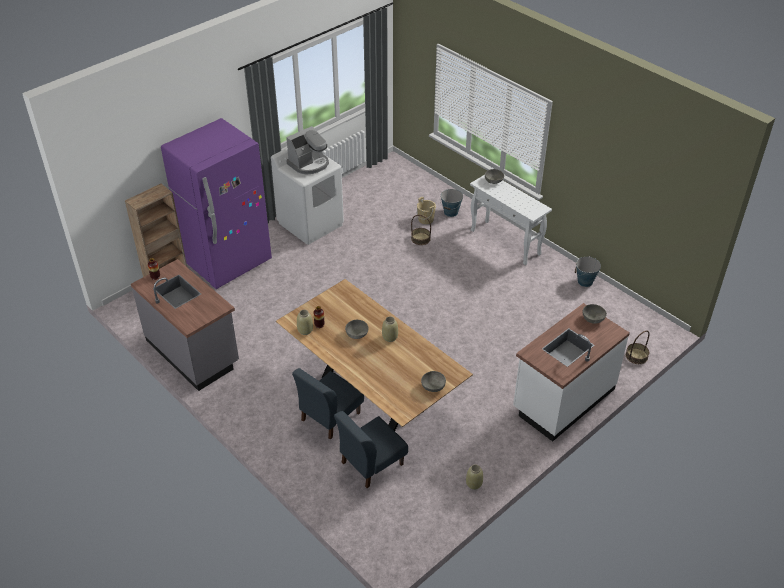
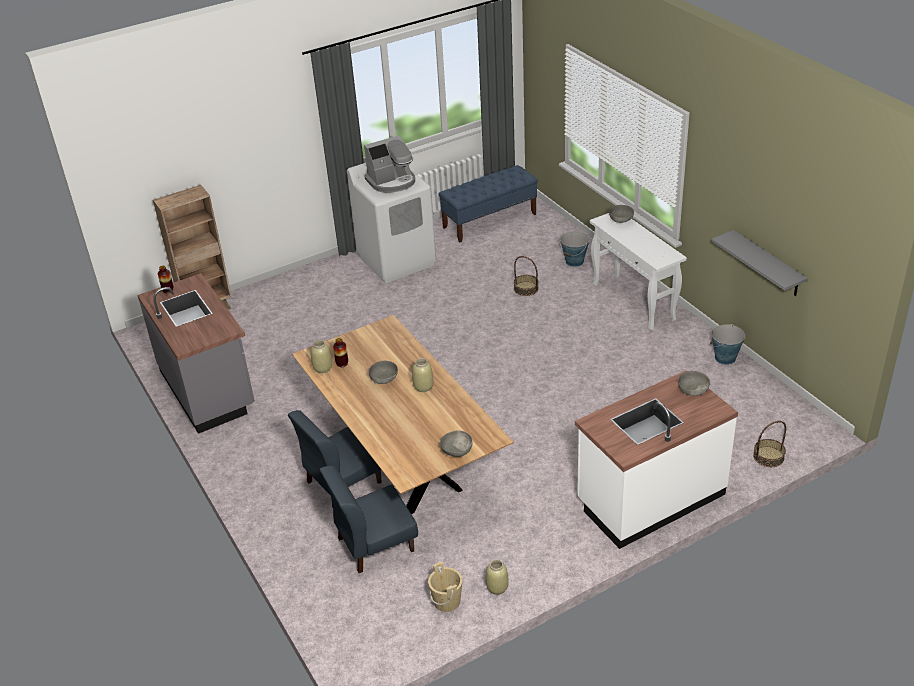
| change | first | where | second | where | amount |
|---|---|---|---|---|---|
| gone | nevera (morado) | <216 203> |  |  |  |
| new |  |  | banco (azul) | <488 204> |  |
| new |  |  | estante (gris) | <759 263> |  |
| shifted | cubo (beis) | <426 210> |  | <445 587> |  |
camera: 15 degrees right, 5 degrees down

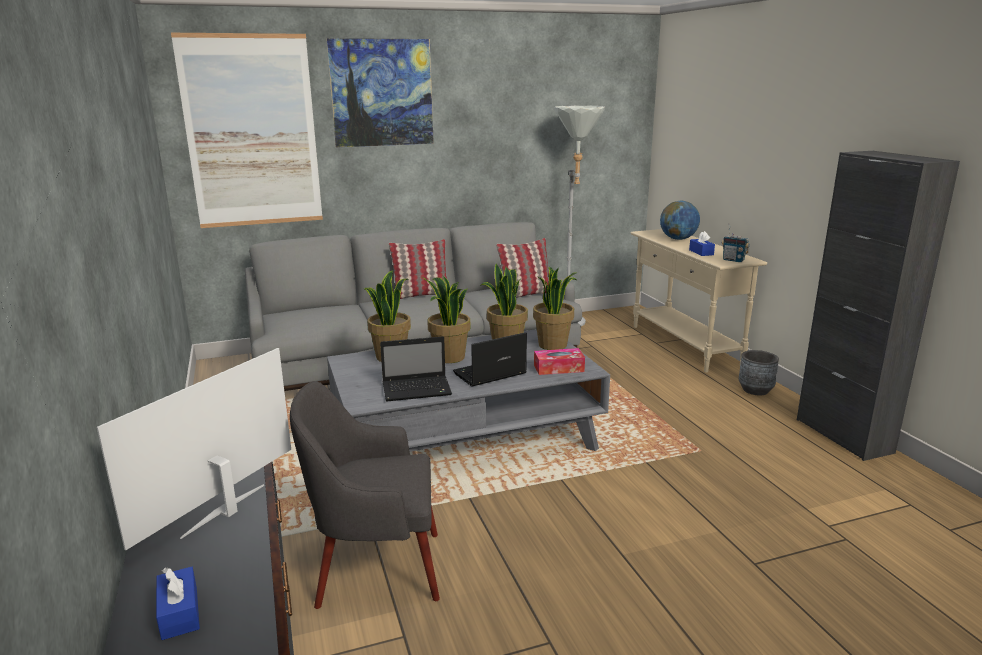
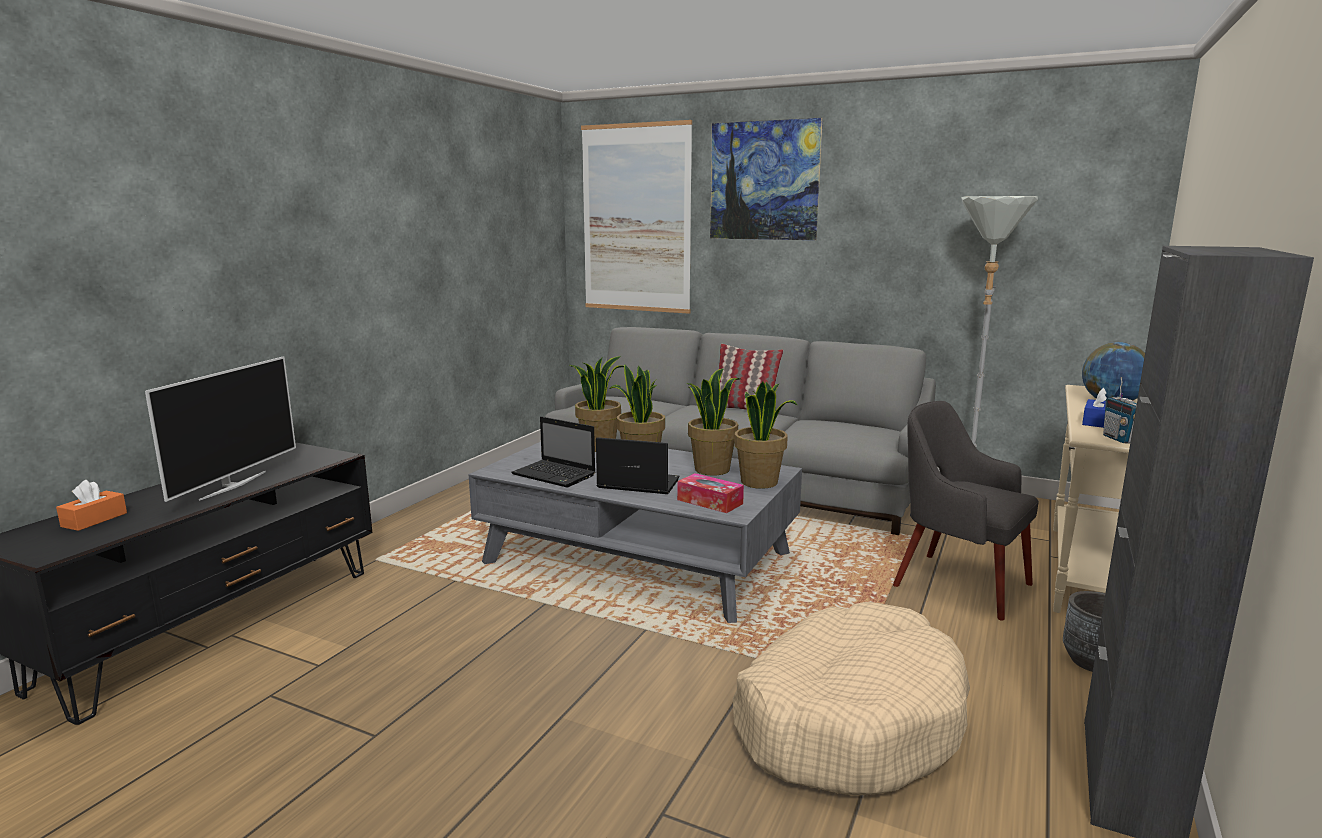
| change | first | where | second | where | amount |
|---|---|---|---|---|---|
| gone | cojín | <522 268> |  |  |  |
| new |  |  | cama para perro (beis) | <851 699> |  |
| shifted | sillón (gris) | <365 495> |  | <966 511> |  |
| repainted | caja de pañuelos (azul) | <178 603> | caja de pañuelos (naranja) | <91 505> |  |
| rotated | televisor | <194 449> |  | <220 429> | 120 degrees clockwise |
camera: 45 degrees right, 5 degrees down

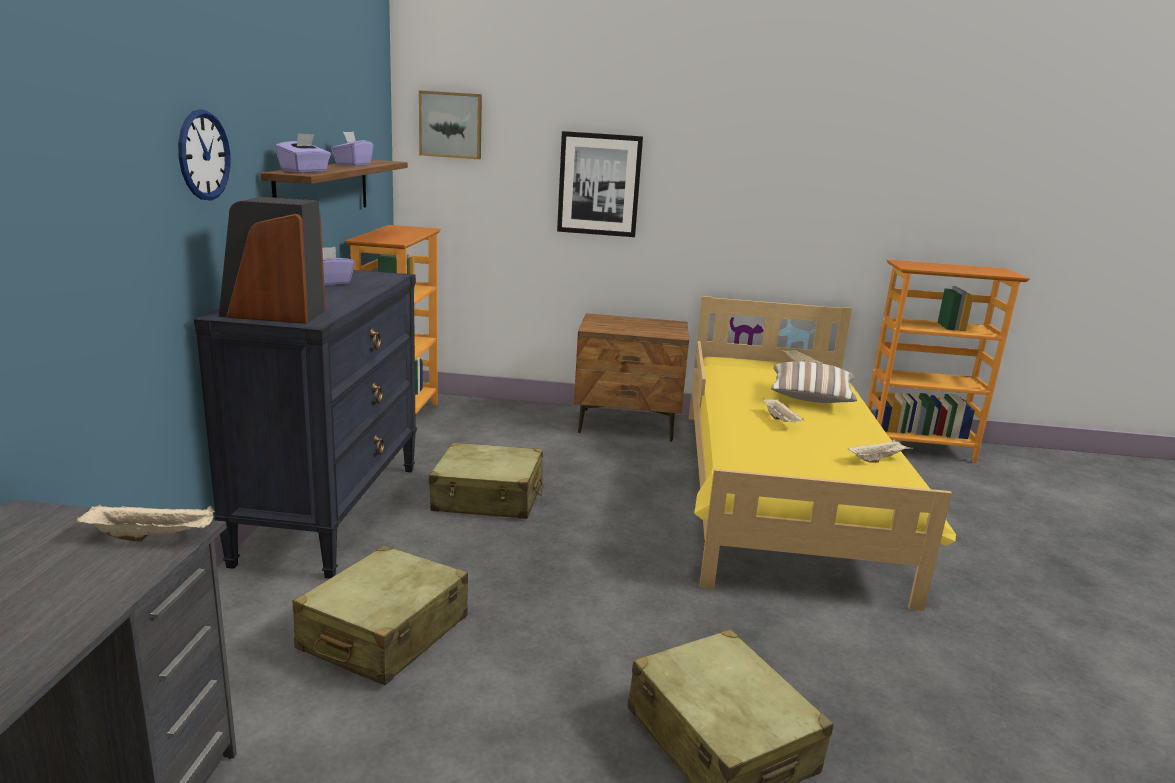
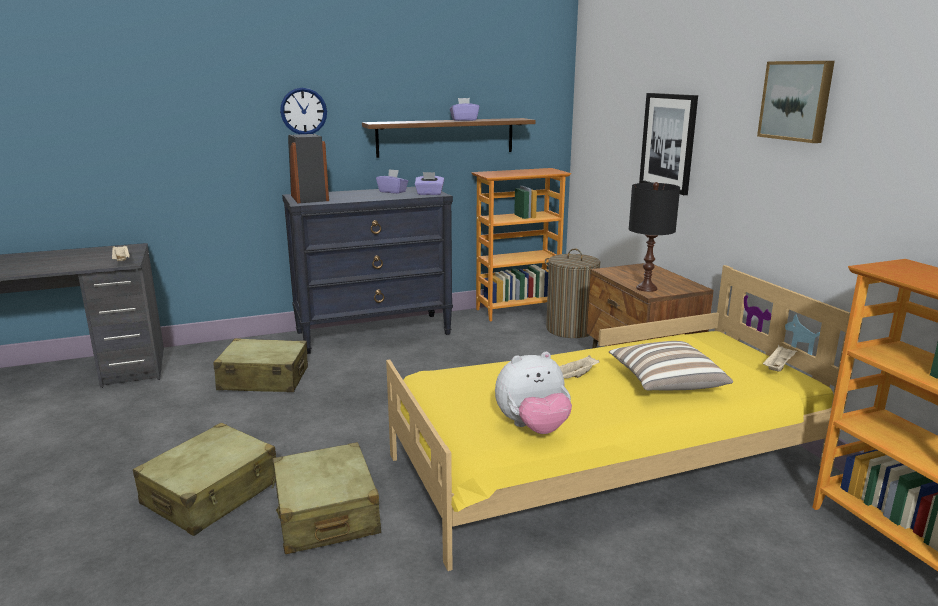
| change | first | where | second | where | amount |
|---|---|---|---|---|---|
| new |  |  | cesto de la ropa | <572 293> |  |
| new |  |  | lámpara de mesa (negro) | <654 237> |  |
| shifted | caja de pañuelos (morado) | <303 153> |  | <429 183> |  |
| shifted | cuadro | <450 124> |  | <796 102> |  |
| shifted | maleta (beis) | <486 481> |  | <326 498> |  |
| swapped | bandeja (beis) | <880 451> | peluche | <533 393> |  |
camera: 65 degrees right, 0 degrees up

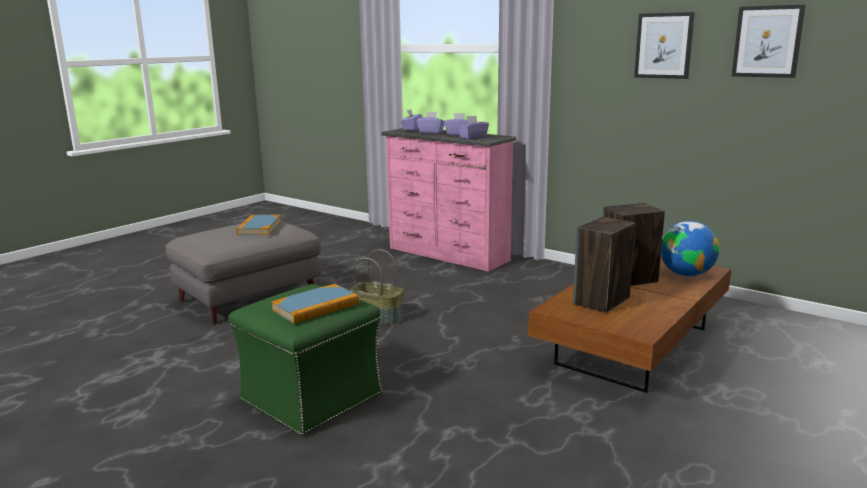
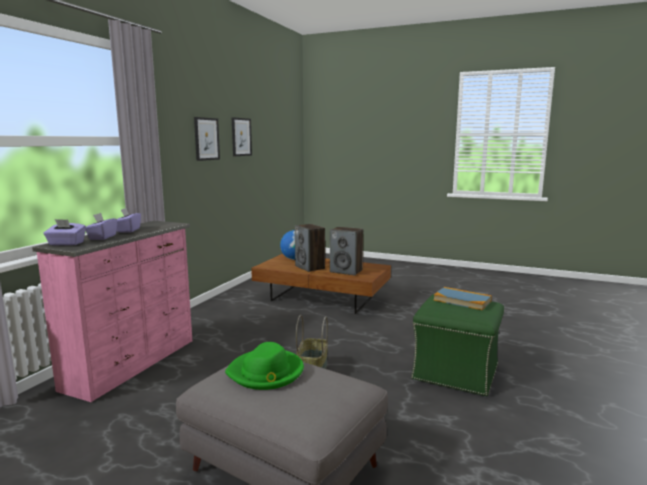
| change | first | where | second | where | amount |
|---|---|---|---|---|---|
| gone | caja de pañuelos (morado) | <473 127> |  |  |  |
| swapped | libro | <258 225> | sombrero (verde) | <264 366> |  |
camera: 105 degrees left, 5 degrees down

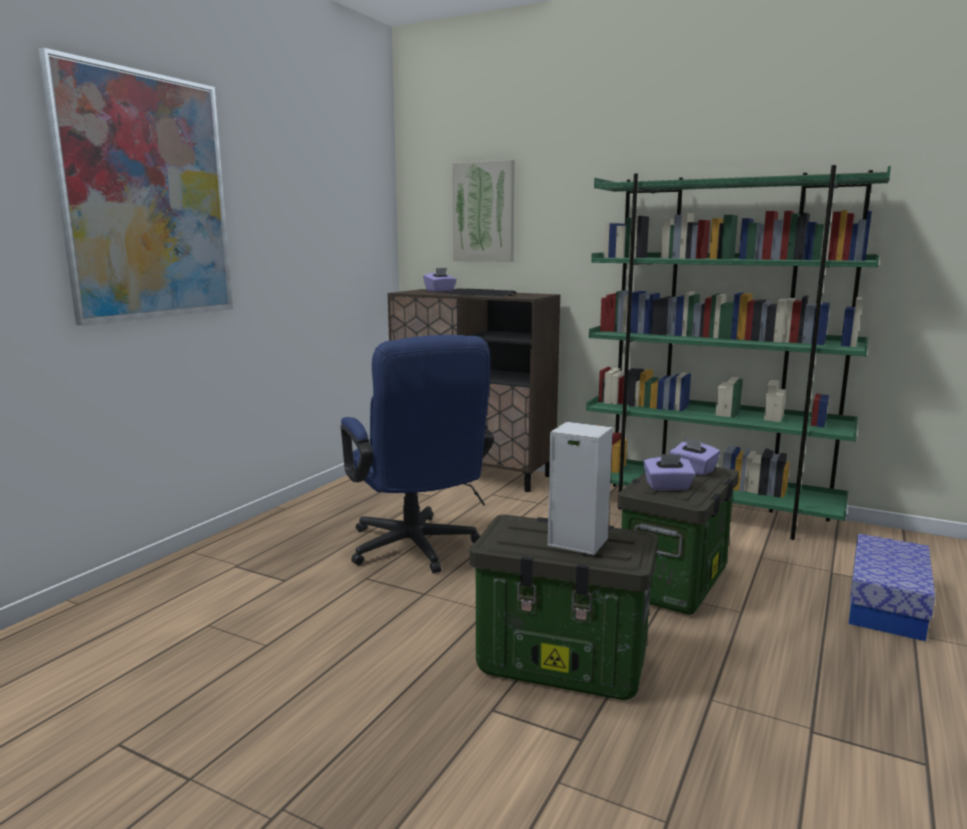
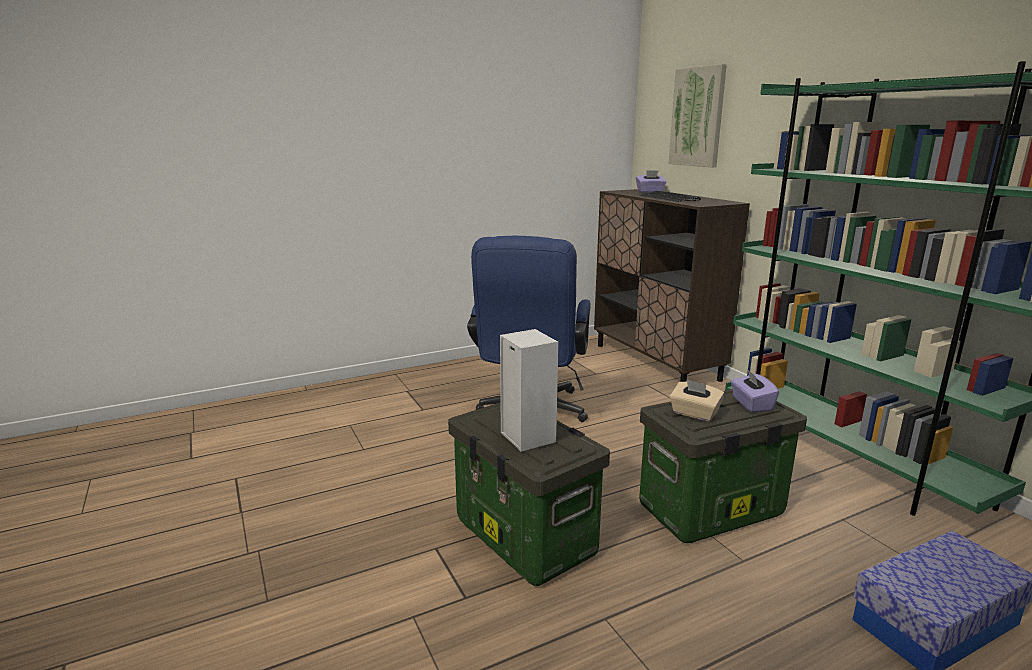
| change | first | where | second | where | amount |
|---|---|---|---|---|---|
| gone | cuadro | <136 186> |  |  |  |
| repainted | caja de pañuelos (morado) | <669 472> | caja de pañuelos (beis) | <697 400> |  |
camera: 35 degrees right, 5 degrees up

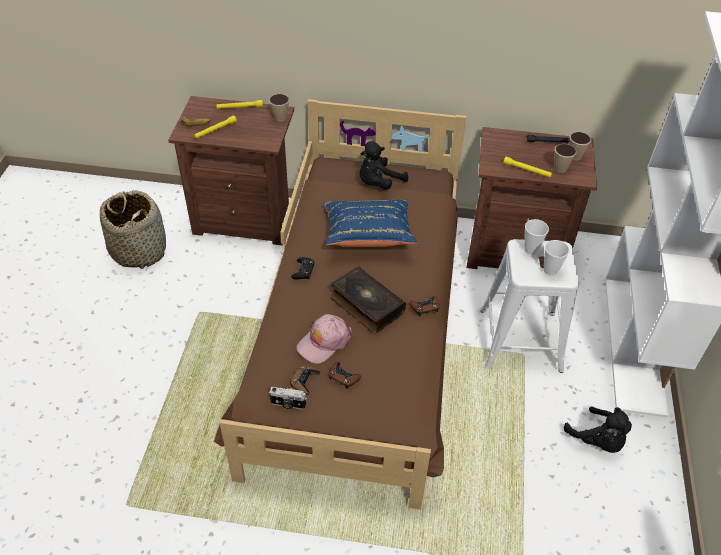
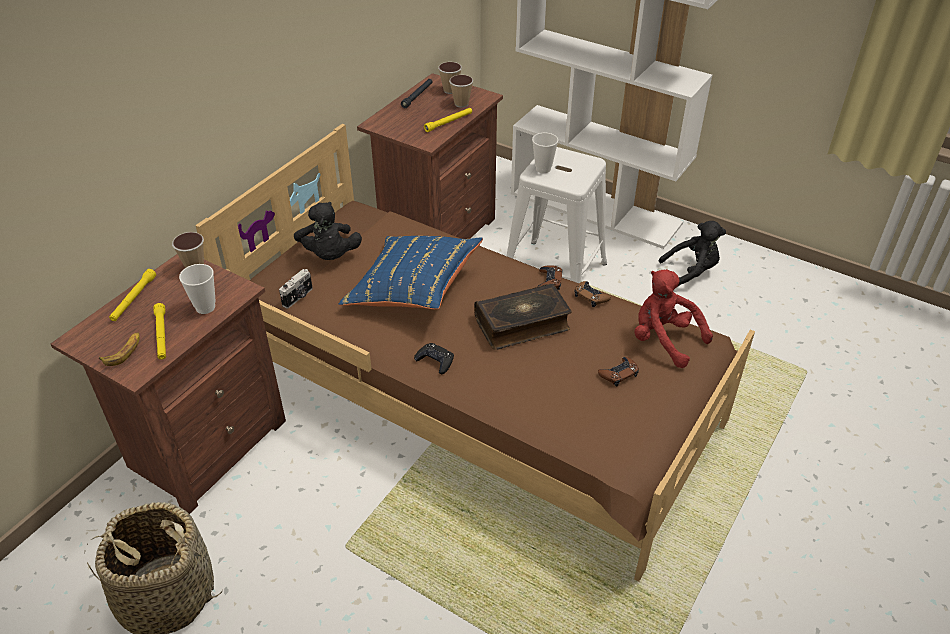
| change | first | where | second | where | amount |
|---|---|---|---|---|---|
| gone | gorra (rosa) | <324 339> |  |  |  |
| new |  |  | peluche (rojo) | <673 318> |  |
| shifted | cámara | <288 398> |  | <296 289> |  |
| shifted | mando de consola (marrón) | <305 380> |  | <592 294> |  |
| shifted | taza | <557 258> |  | <197 289> |  |
camera: 65 degrees left, 5 degrees down

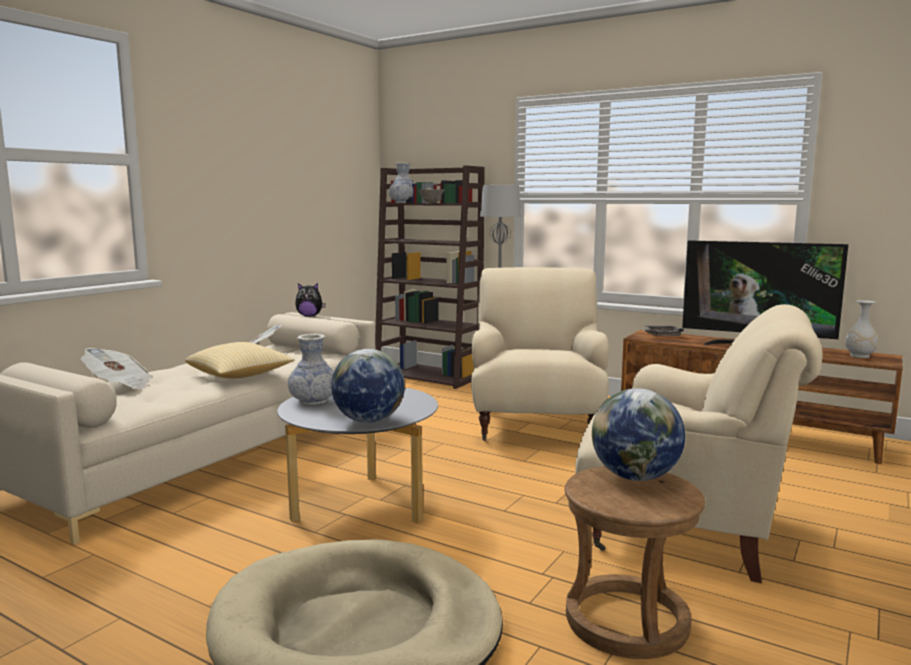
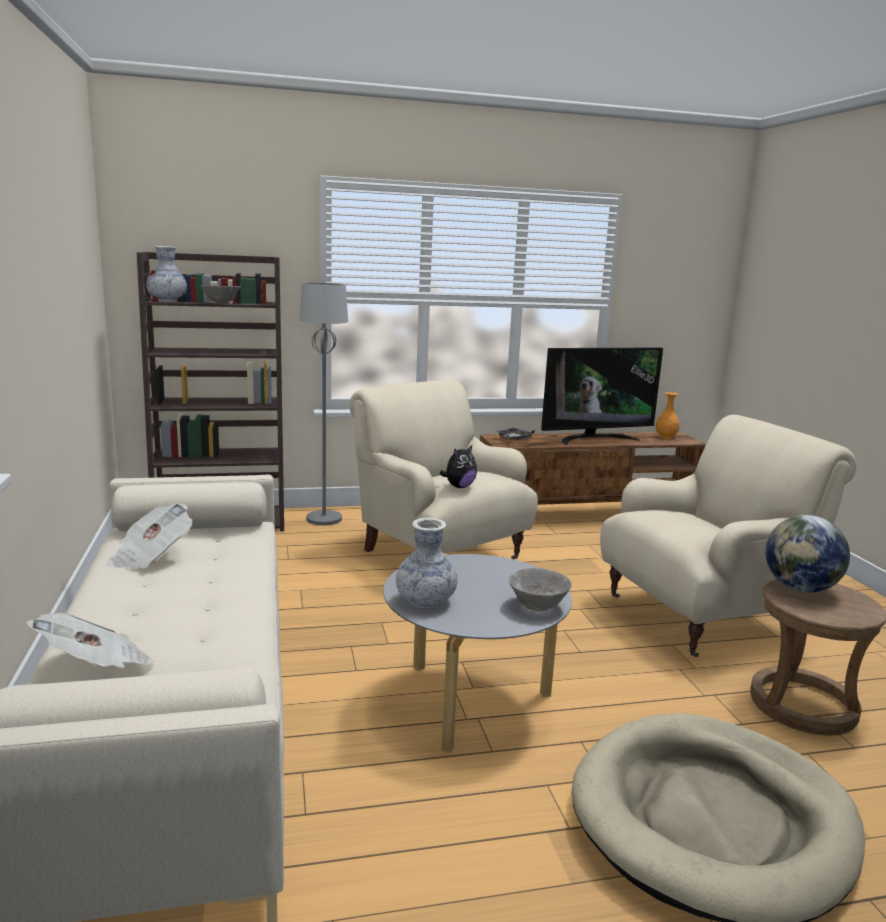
| change | first | where | second | where | amount |
|---|---|---|---|---|---|
| gone | cojín | <240 360> |  |  |  |
| shifted | peluche | <310 300> |  | <458 466> |  |
| swapped | globo terráqueo | <368 386> | cuenco (gris) | <540 589> |  |
| repainted | florero (blanco) | <861 329> | florero (naranja) | <668 415> |  |
camera: 45 degrees left, 5 degrees up

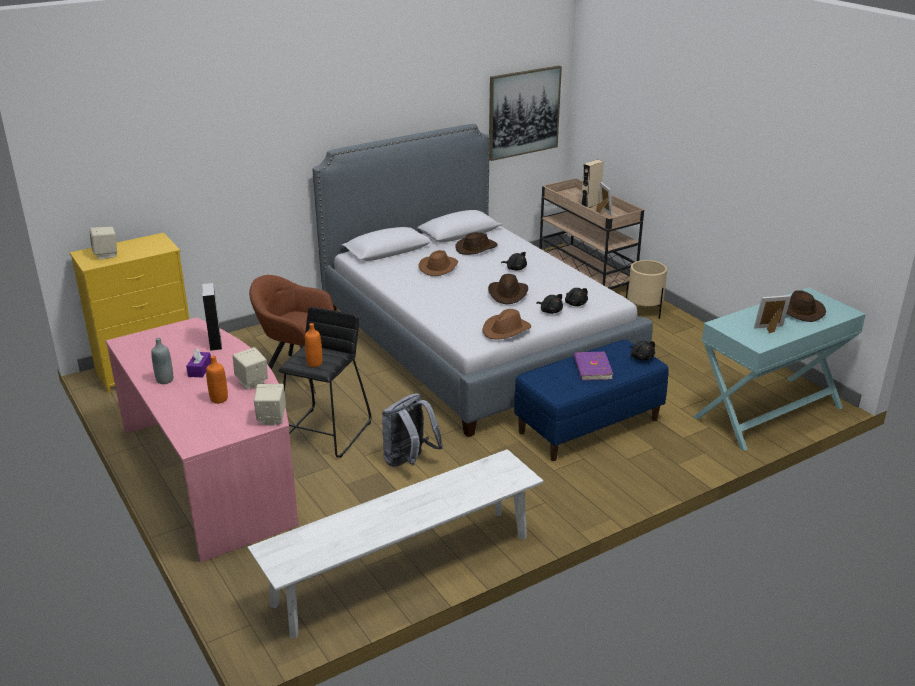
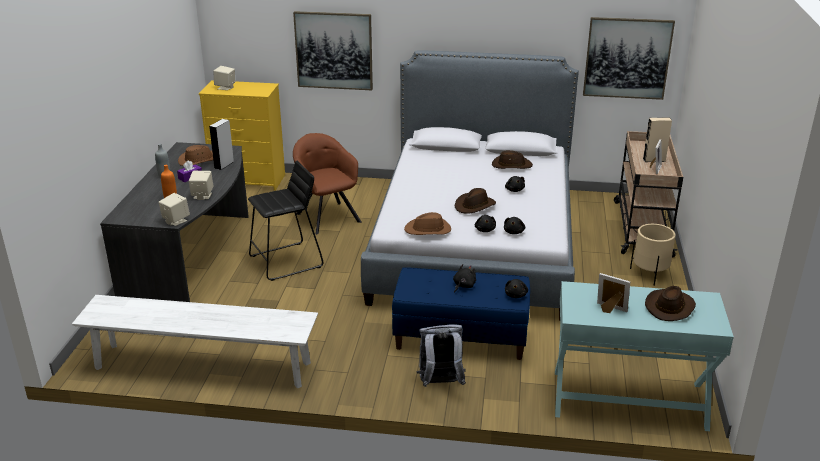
| change | first | where | second | where | amount |
|---|---|---|---|---|---|
| gone | botella (naranja) | <313 345> |  |  |  |
| new |  |  | cuadro | <333 50> |  |
| shifted | mochila (gris) | <412 430> |  | <441 355> |  |
| shifted | sombrero (marrón) | <438 263> |  | <195 155> |  |
| swapped | libro (morado) | <593 366> | peluche (negro) | <464 278> |  |
| repainted | escritorio (rosa) | <202 440> | escritorio (gris) | <174 222> |  |
camera: 40 degrees right, 0 degrees up

